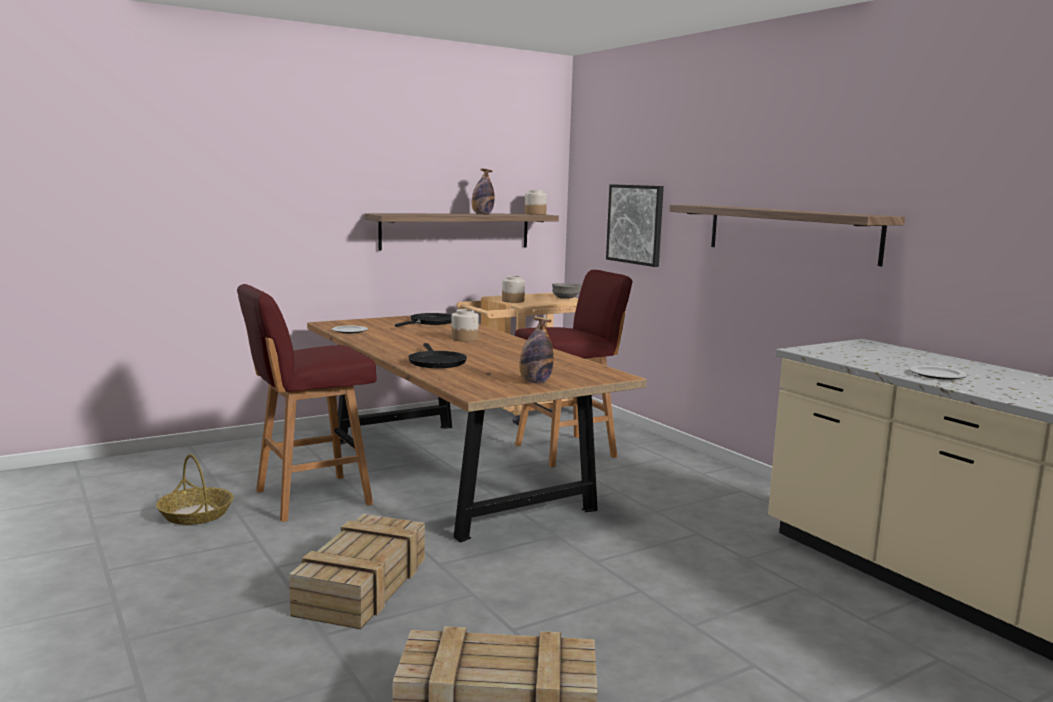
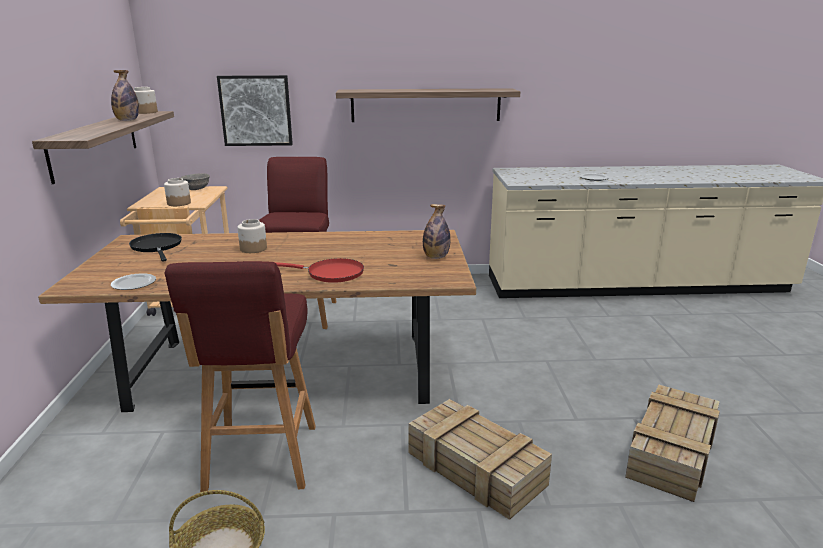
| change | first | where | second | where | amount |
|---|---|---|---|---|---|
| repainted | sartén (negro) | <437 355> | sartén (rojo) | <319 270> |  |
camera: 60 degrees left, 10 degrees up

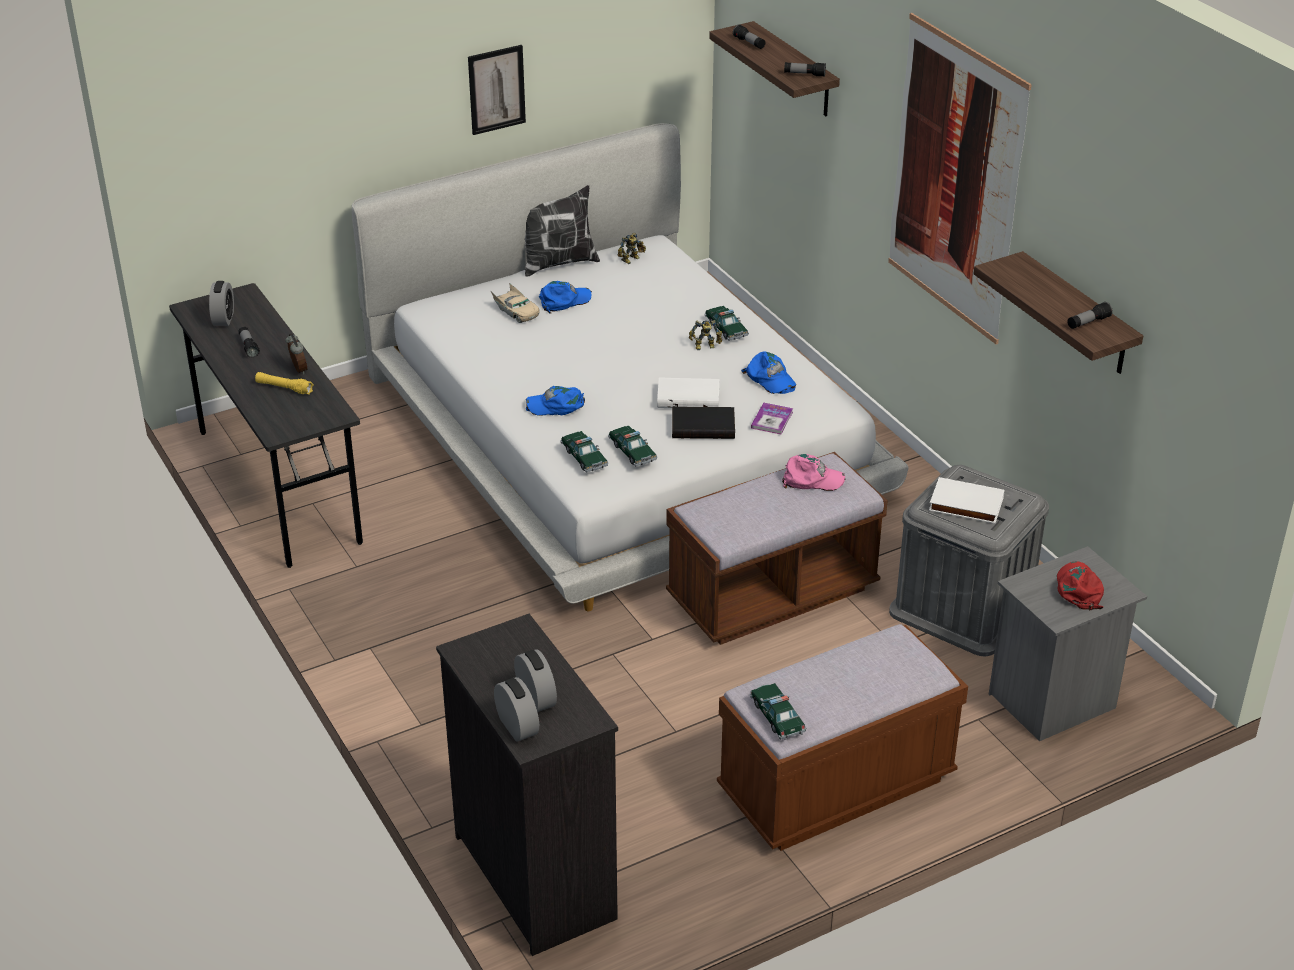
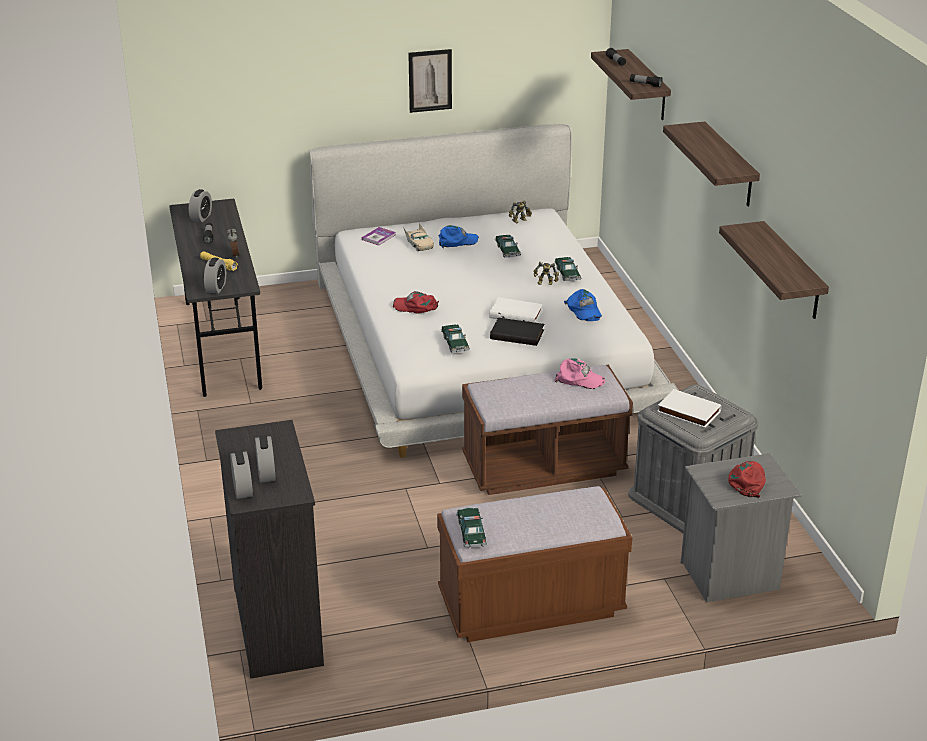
| change | first | where | second | where | amount |
|---|---|---|---|---|---|
| gone | cojín | <562 231> |  |  |  |
| gone | linterna | <1090 315> |  |  |  |
| new |  |  | despertador | <215 276> |  |
| shifted | coche de juguete | <584 451> |  | <508 246> |  |
| shifted | libro | <772 418> |  | <379 236> |  |
| swapped | cuadro | <960 178> | estante | <711 163> |  |
| repainted | gorra (azul) | <555 401> | gorra (rojo) | <416 302> |  |
camera: 15 degrees right, 5 degrees down

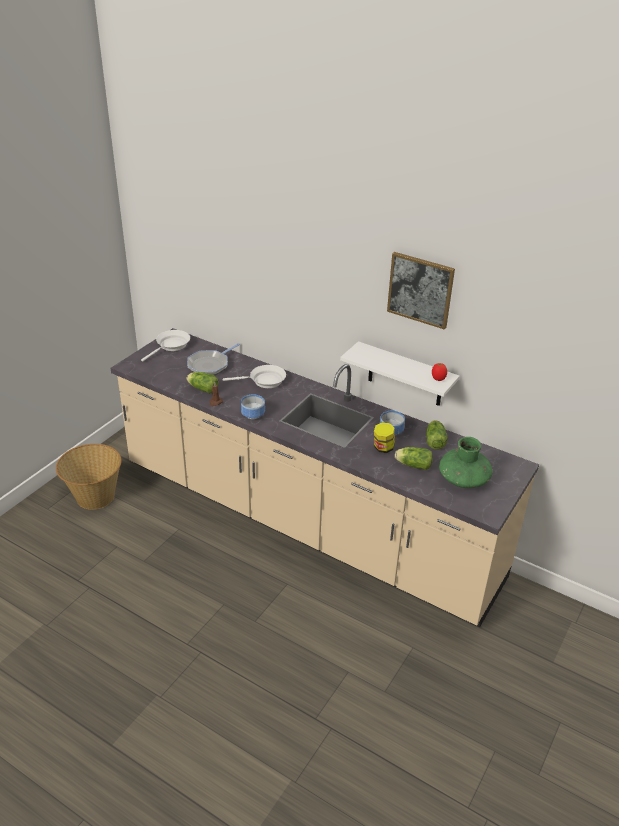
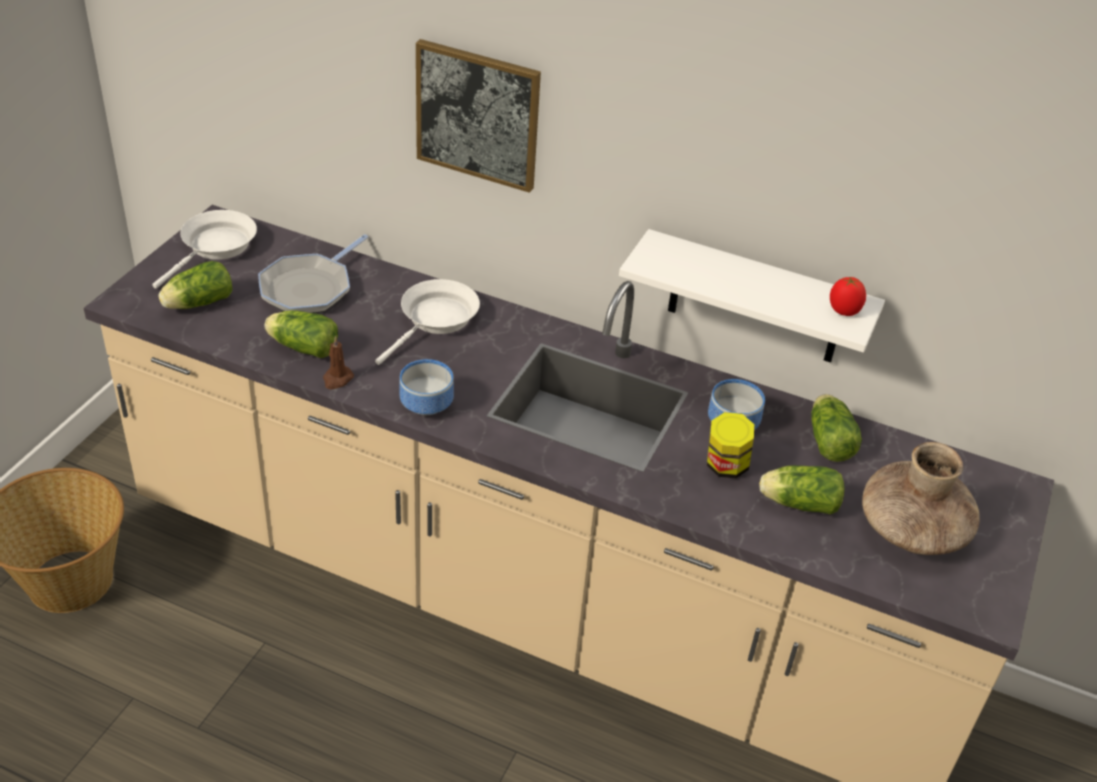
| change | first | where | second | where | amount |
|---|---|---|---|---|---|
| new |  |  | lechuga | <195 285> |  |
| shifted | cuadro | <421 291> |  | <478 116> |  |
| repainted | florero (verde) | <465 462> | florero (marrón) | <921 498> |  |
| rotated | sartén (blanco) | <254 376> |  | <427 322> | 45 degrees counterclockwise |
camera: 10 degrees left, 5 degrees up

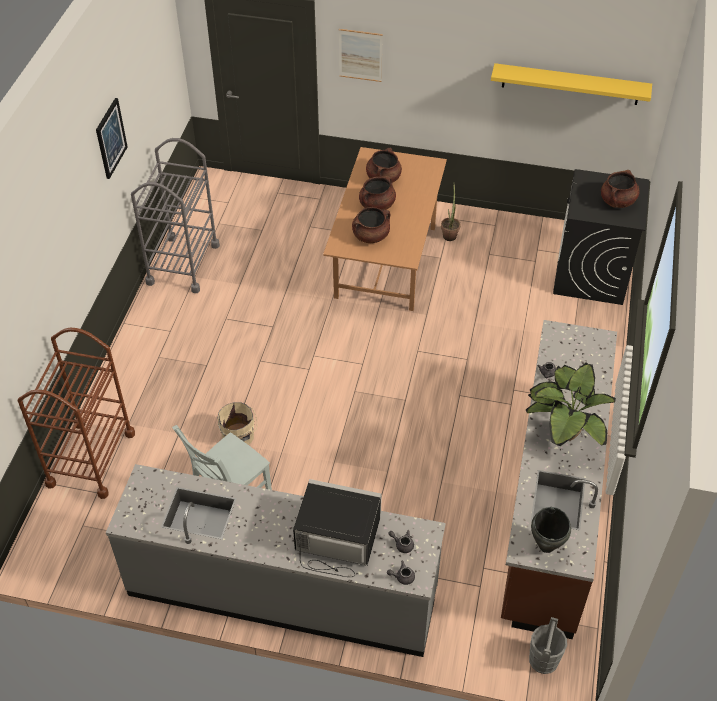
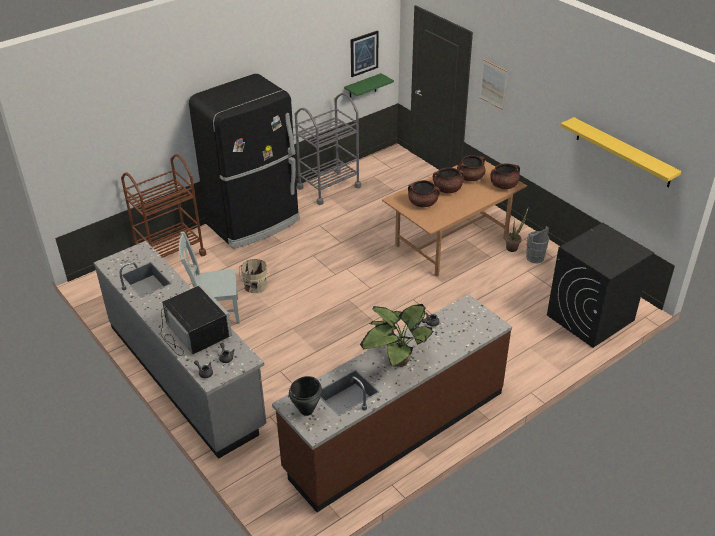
| change | first | where | second | where | amount |
|---|---|---|---|---|---|
| new |  |  | nevera (negro) | <244 161> |  |
| new |  |  | estante (verde) | <369 85> |  |
| shifted | cuadro | <112 138> |  | <364 54> |  |
| shifted | cubo (gris) | <548 645> |  | <537 244> |  |
| shifted | olla (marrón) | <620 189> |  | <505 176> |  |
camera: 40 degrees right, 10 degrees down

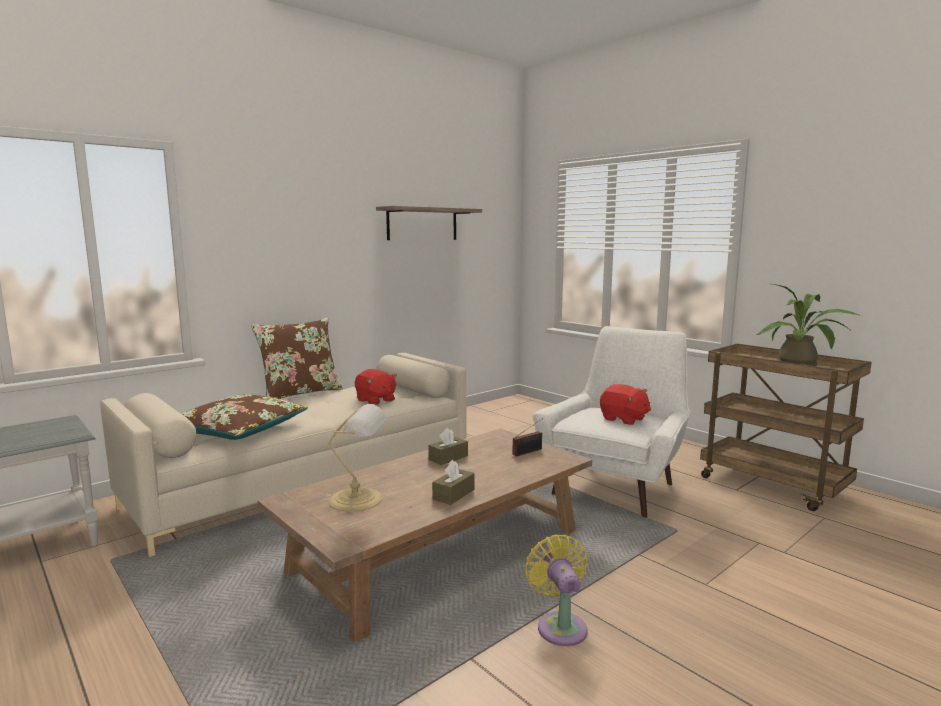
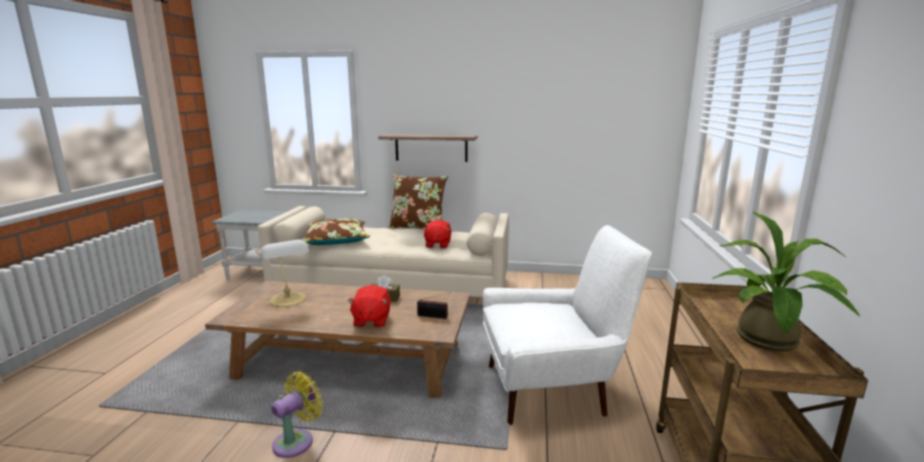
| change | first | where | second | where | amount |
|---|---|---|---|---|---|
| gone | caja de pañuelos (marrón) | <453 482> |  |  |  |
| shifted | estante | <429 223> |  | <427 148> |  |
| shifted | peluche (rojo) | <625 404> |  | <369 306> |  |
camera: 50 degrees right, 5 degrees up

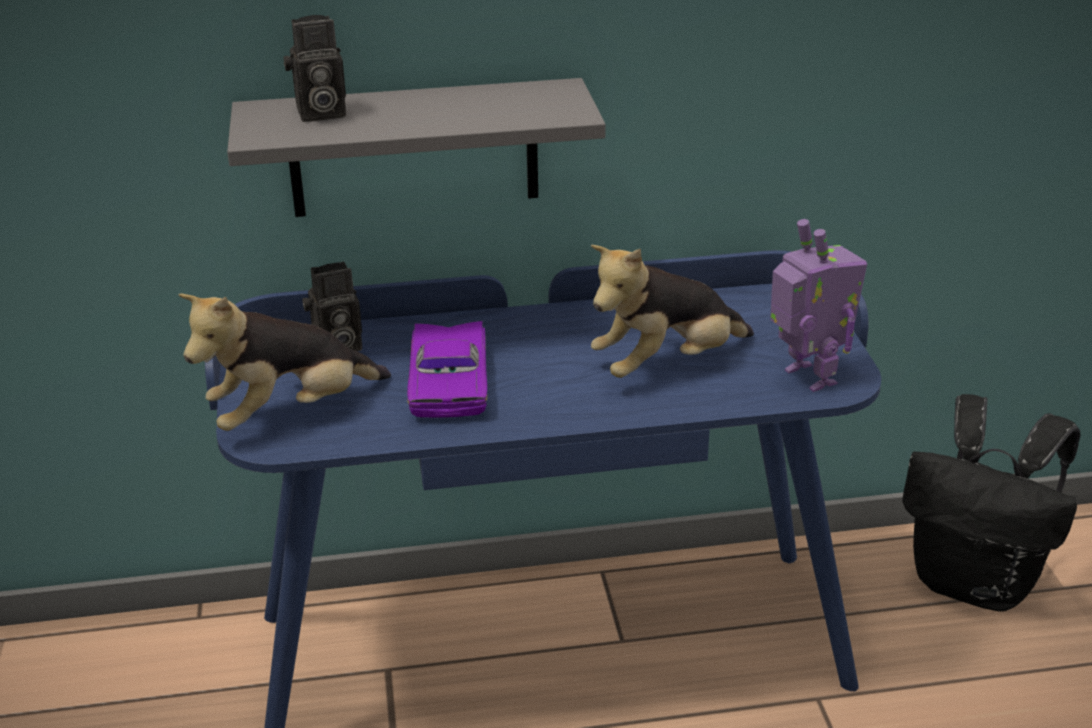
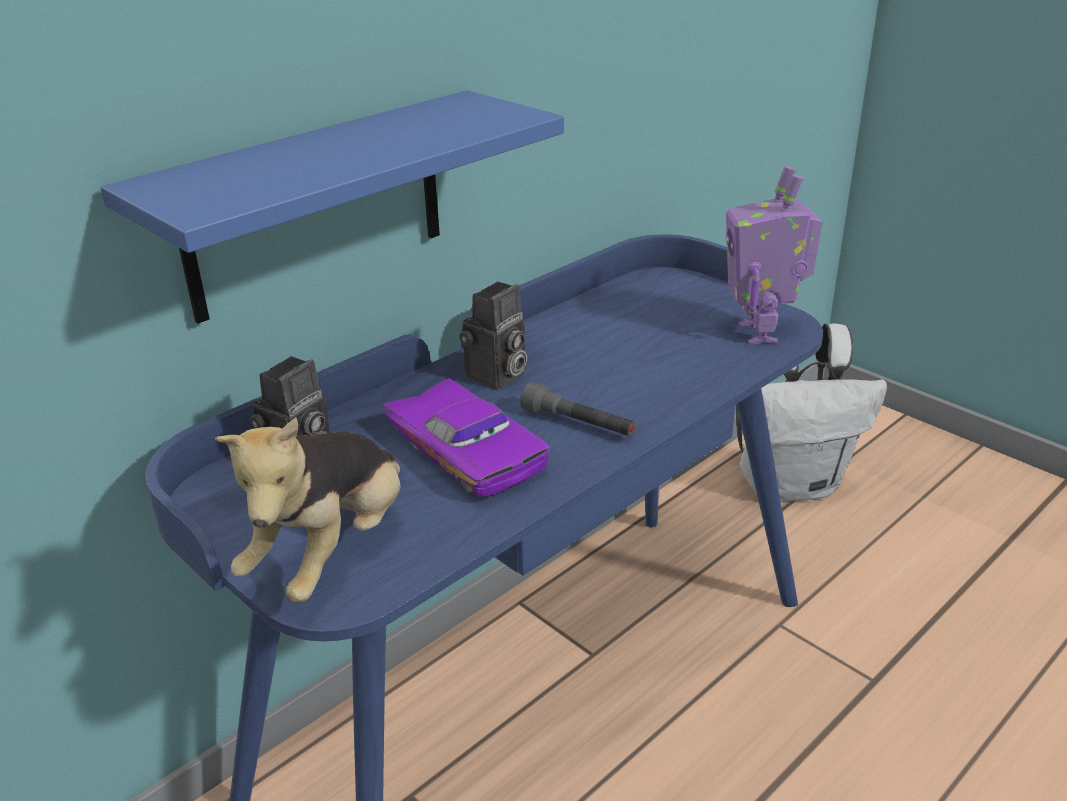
| change | first | where | second | where | amount |
|---|---|---|---|---|---|
| gone | peluche | <672 311> |  |  |  |
| new |  |  | linterna (gris) | <577 409> |  |
| shifted | cámara | <315 68> |  | <493 336> |  |
| repainted | estante (gris) | <416 147> | estante (azul) | <332 207> |  |
| repainted | mochila (negro) | <991 503> | mochila (blanco) | <811 412> |  |
| rotated | robot de juguete | <818 305> |  | <774 255> | 120 degrees counterclockwise |
camera: 35 degrees left, 0 degrees up

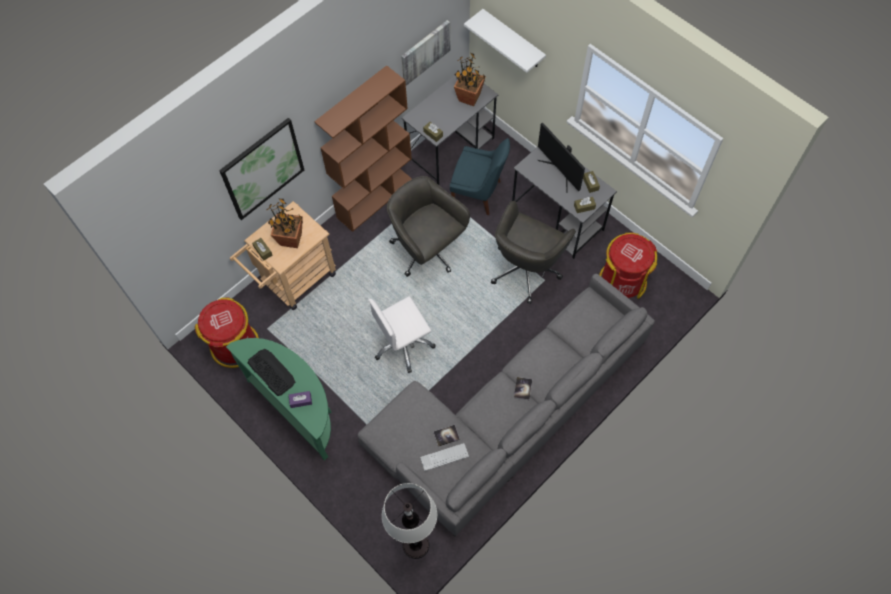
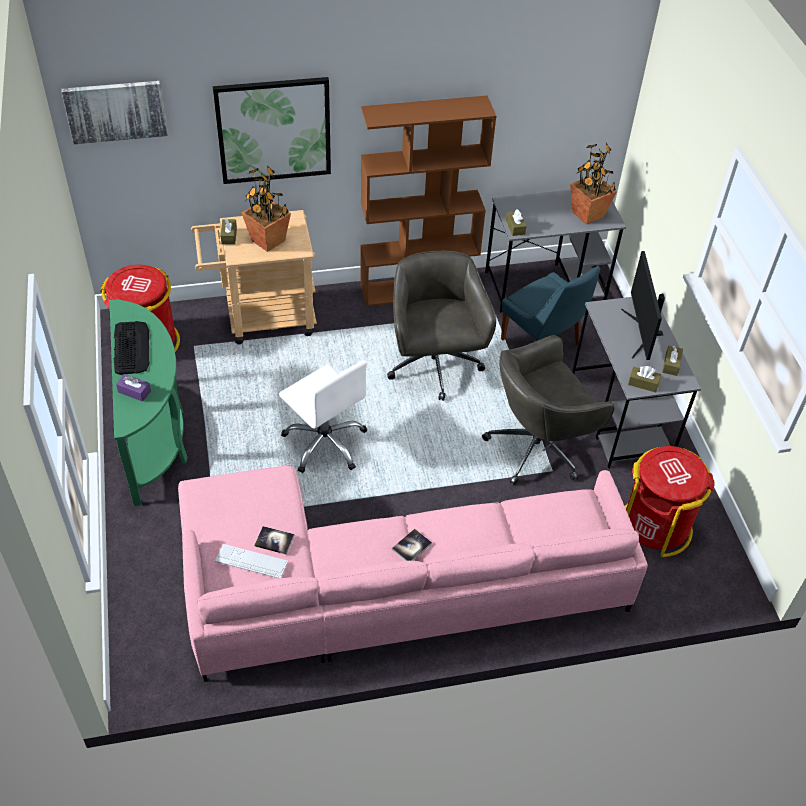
| change | first | where | second | where | amount |
|---|---|---|---|---|---|
| gone | lámpara de pie (blanco) | <409 521> |  |  |  |
| gone | estante (blanco) | <505 41> |  |  |  |
| shifted | cuadro | <426 53> |  | <115 112> |  |
| repainted | sofá (gris) | <506 405> | sofá (rosa) | <413 574> |  |
| rotated | silla de oficina (blanco) | <402 334> |  | <323 416> | 135 degrees counterclockwise |
camera: 30 degrees right, 15 degrees down

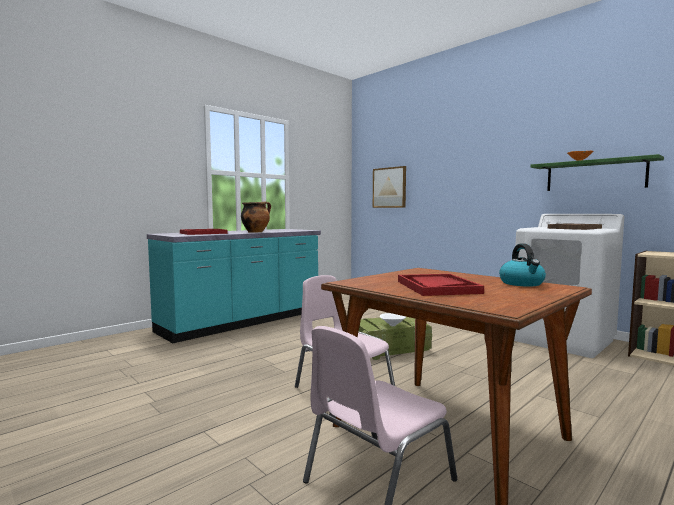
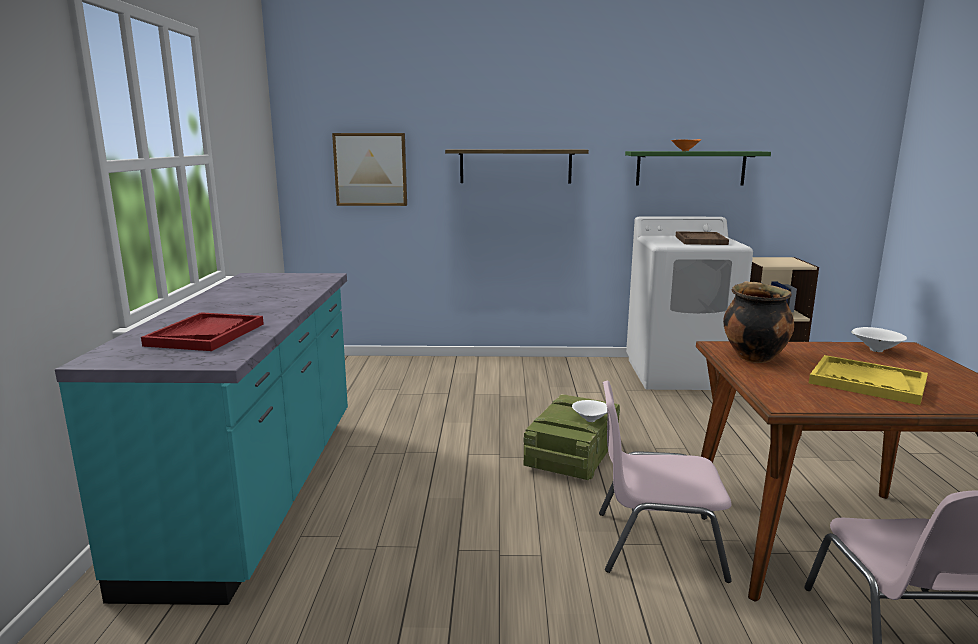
| change | first | where | second | where | amount |
|---|---|---|---|---|---|
| new |  |  | estante | <517 166> |  |
| shifted | olla | <256 217> |  | <758 322> |  |
| swapped | hervidor | <522 265> | cuenco (blanco) | <879 339> |  |
| repainted | bandeja (rojo) | <441 285> | bandeja (amarillo) | <868 380> |  |
camera: 45 degrees left, 10 degrees up

